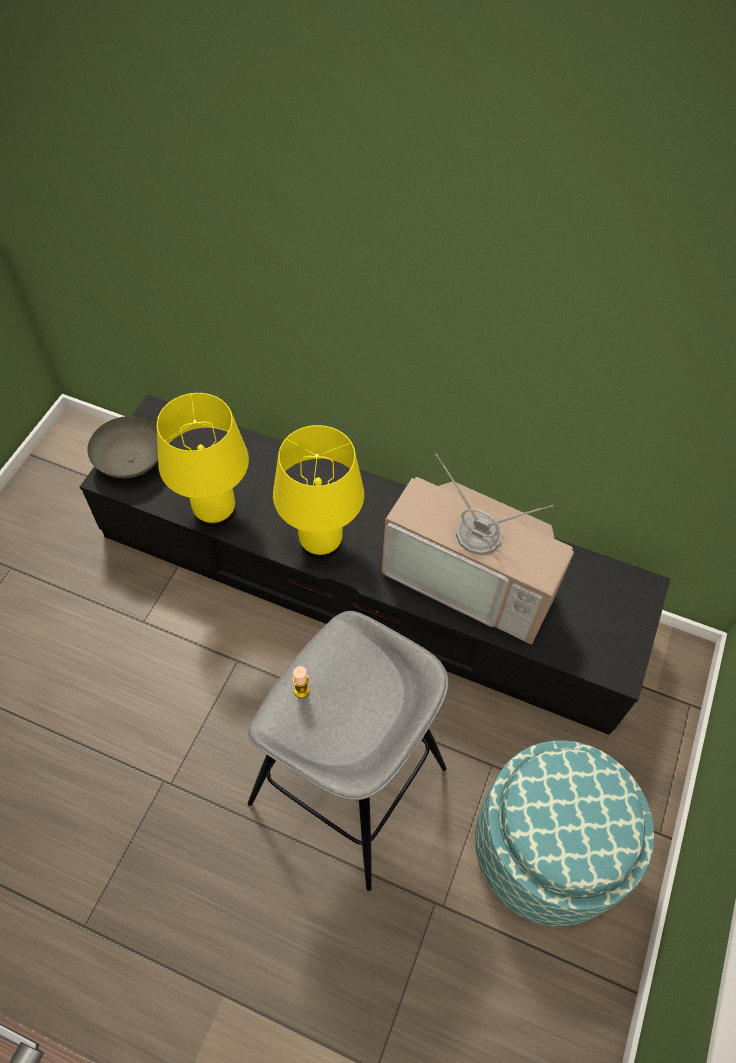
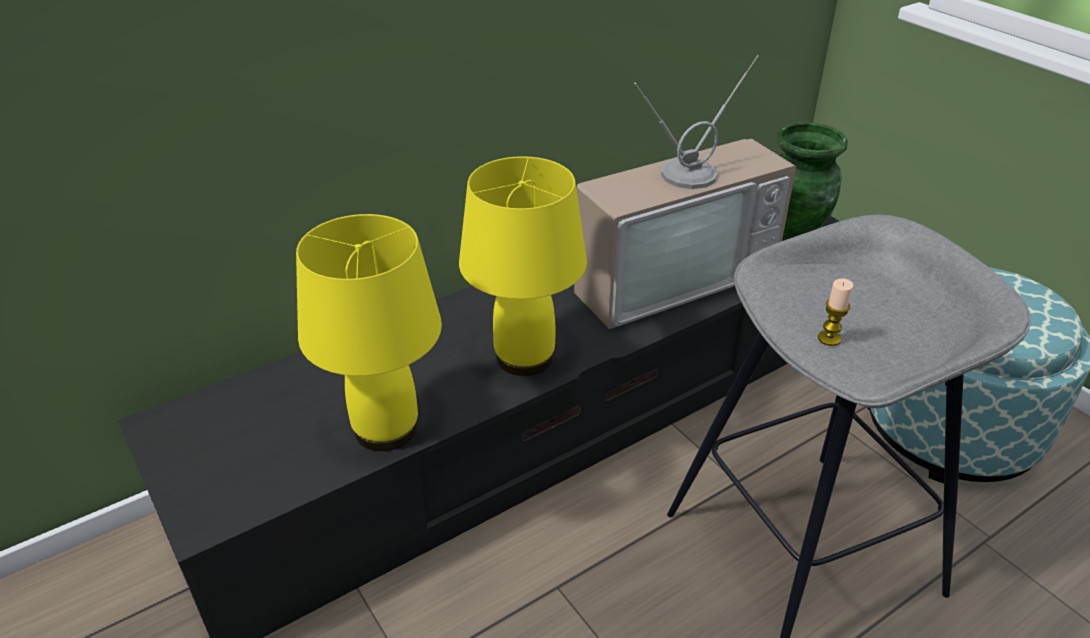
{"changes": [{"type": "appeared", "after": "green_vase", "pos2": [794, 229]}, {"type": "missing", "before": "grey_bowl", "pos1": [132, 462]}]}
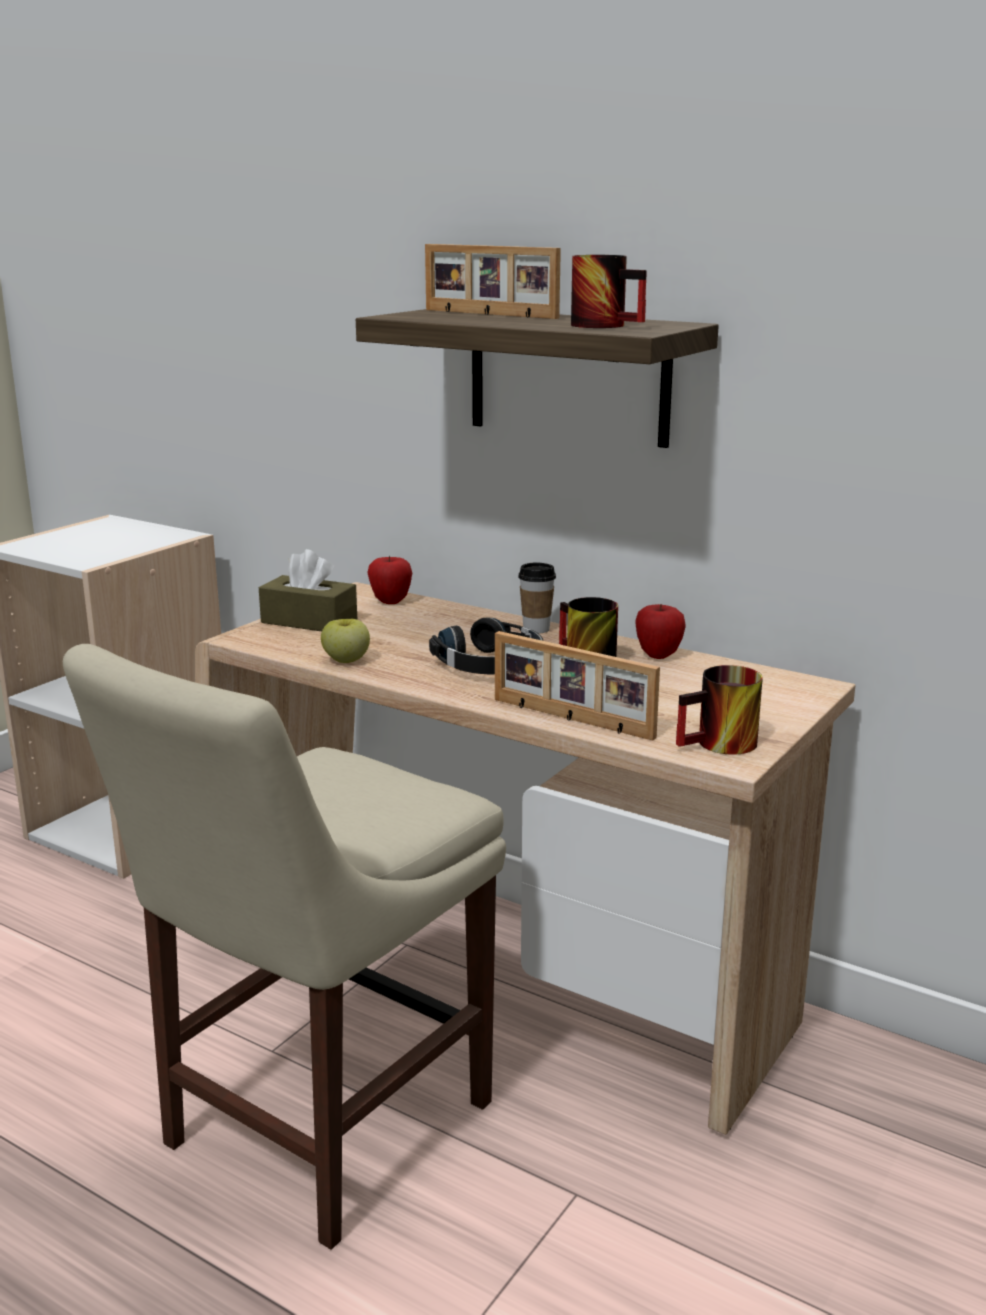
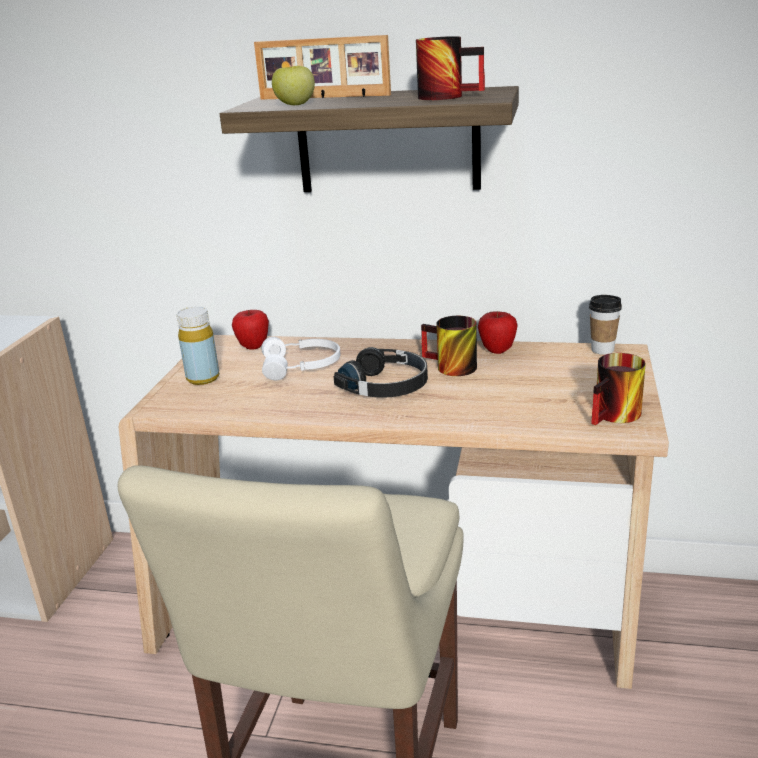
{"changes": [{"type": "exchanged", "before": "brown_tissue_box", "after": "yellow_bottle", "pos1": [309, 621], "pos2": [203, 378]}, {"type": "appeared", "after": "white_headphones", "pos2": [302, 366]}, {"type": "relocated", "before": "apple", "pos1": [346, 660], "pos2": [295, 104]}, {"type": "relocated", "before": "cup", "pos1": [536, 629], "pos2": [602, 350]}, {"type": "missing", "before": "picture_frame", "pos1": [571, 719]}]}
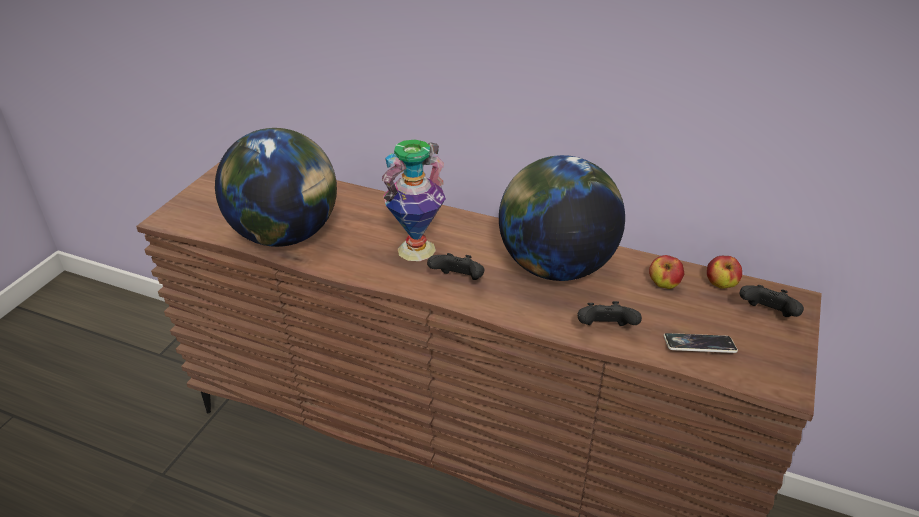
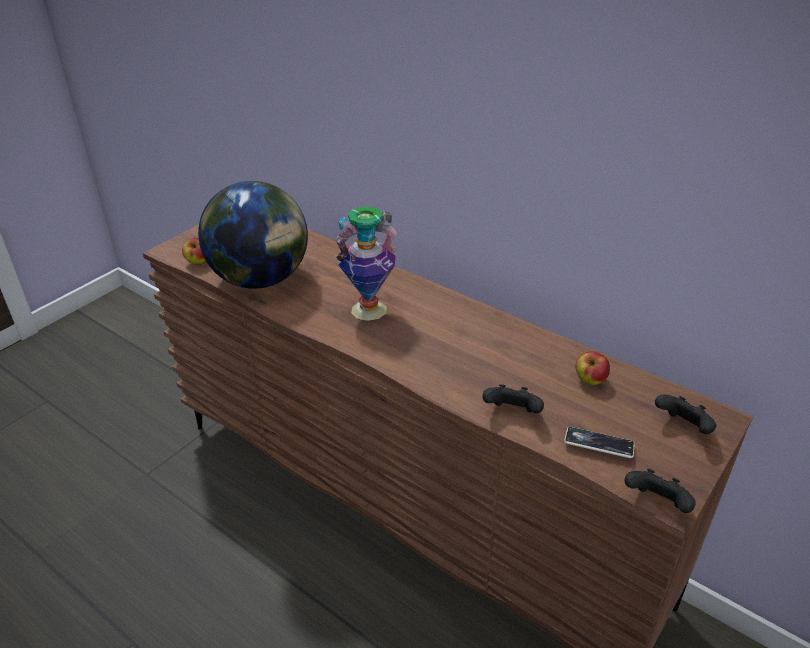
{"changes": [{"type": "relocated", "before": "apple", "pos1": [720, 285], "pos2": [198, 262]}, {"type": "relocated", "before": "black_game_controller", "pos1": [458, 280], "pos2": [657, 504]}, {"type": "missing", "before": "globe", "pos1": [555, 266]}]}
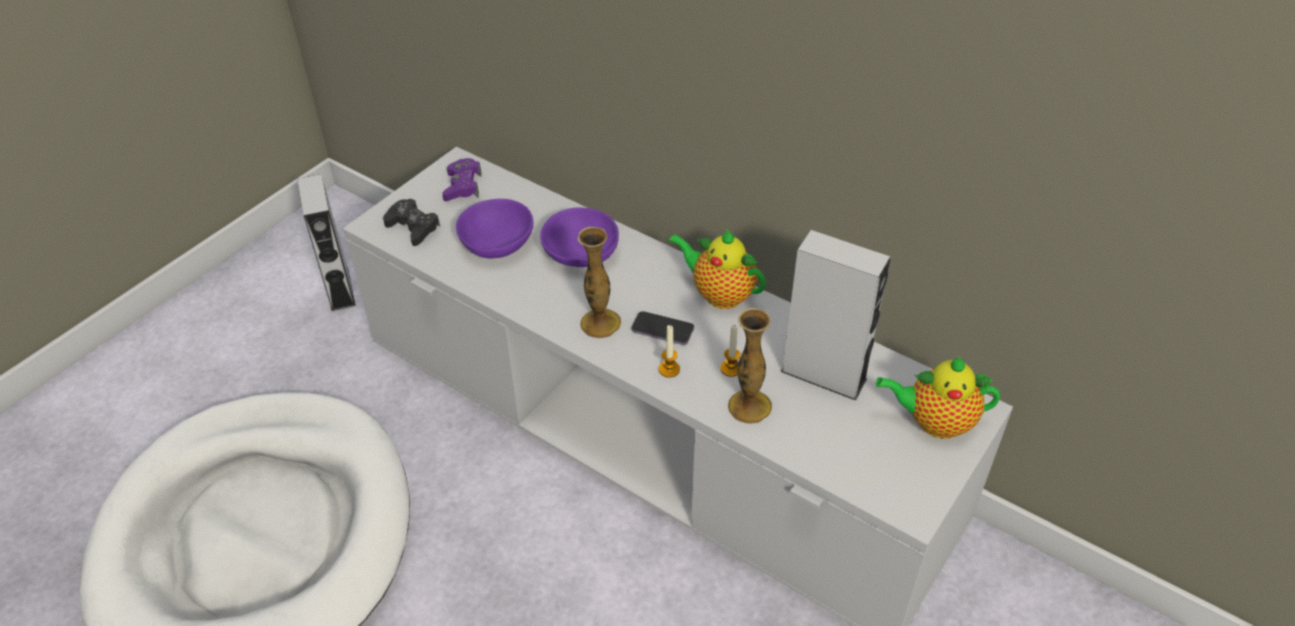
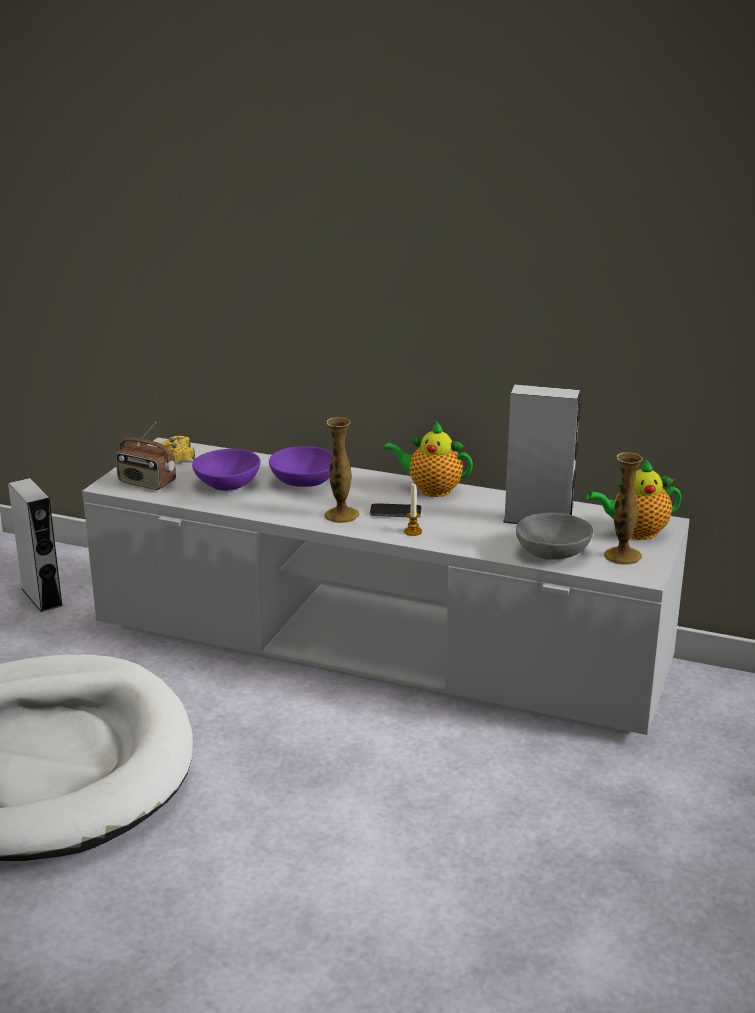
{"changes": [{"type": "exchanged", "before": "black_game_controller", "after": "radio", "pos1": [413, 227], "pos2": [146, 483]}, {"type": "colour", "before": "purple_game_controller", "after": "yellow_game_controller", "pos1": [462, 186], "pos2": [177, 457]}, {"type": "appeared", "after": "grey_bowl", "pos2": [552, 552]}, {"type": "relocated", "before": "vase", "pos1": [749, 406], "pos2": [622, 556]}, {"type": "missing", "before": "candle", "pos1": [731, 368]}]}
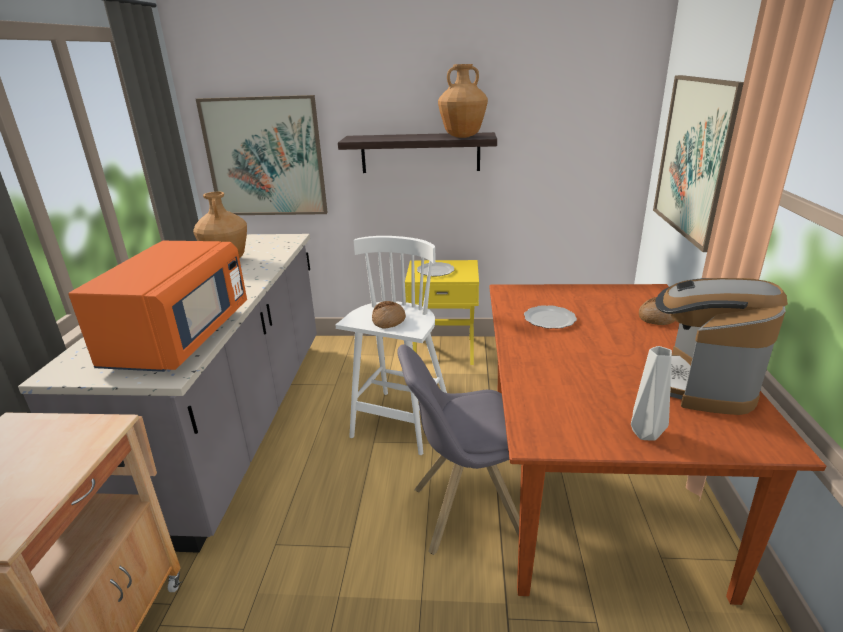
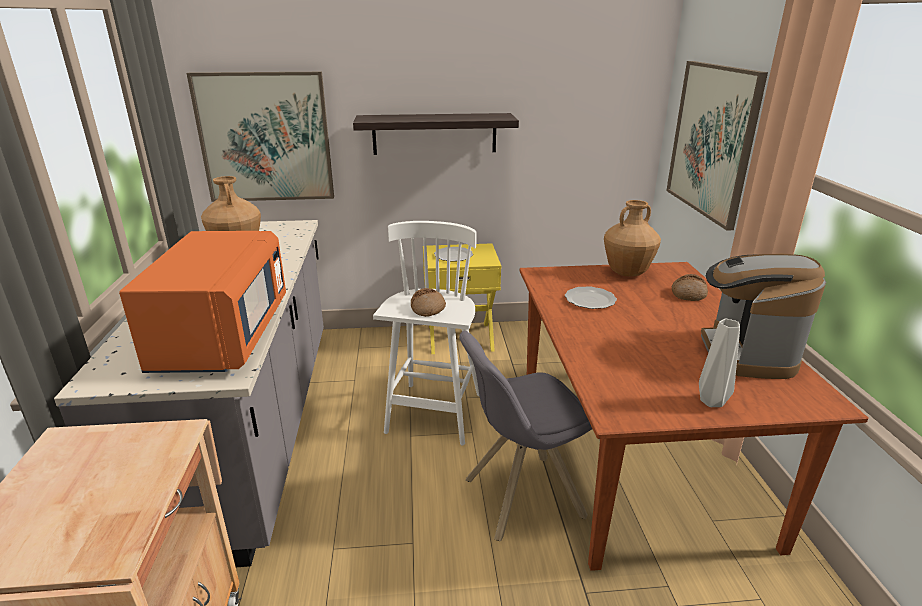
{"changes": [{"type": "relocated", "before": "brown_vase", "pos1": [462, 136], "pos2": [627, 273]}]}
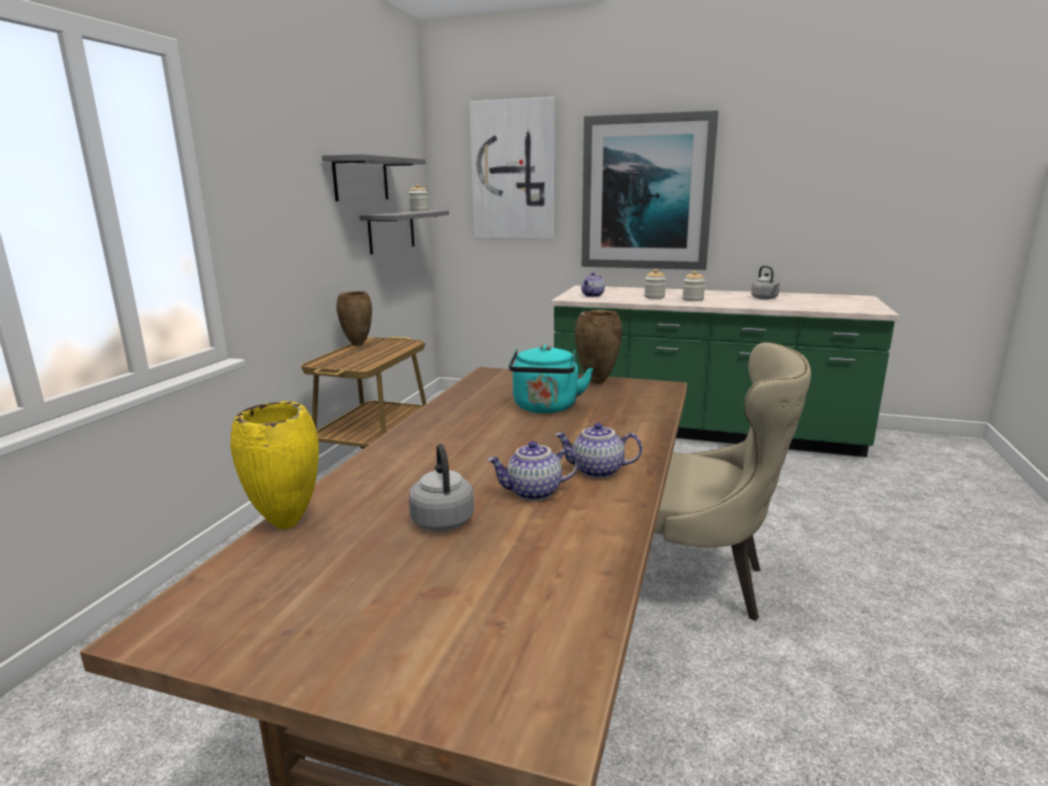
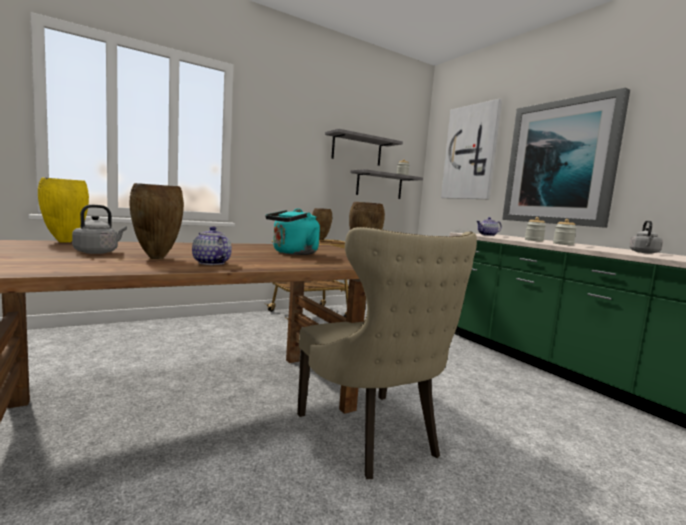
{"changes": [{"type": "exchanged", "before": "teapot", "after": "brown_vase", "pos1": [533, 493], "pos2": [156, 258]}]}
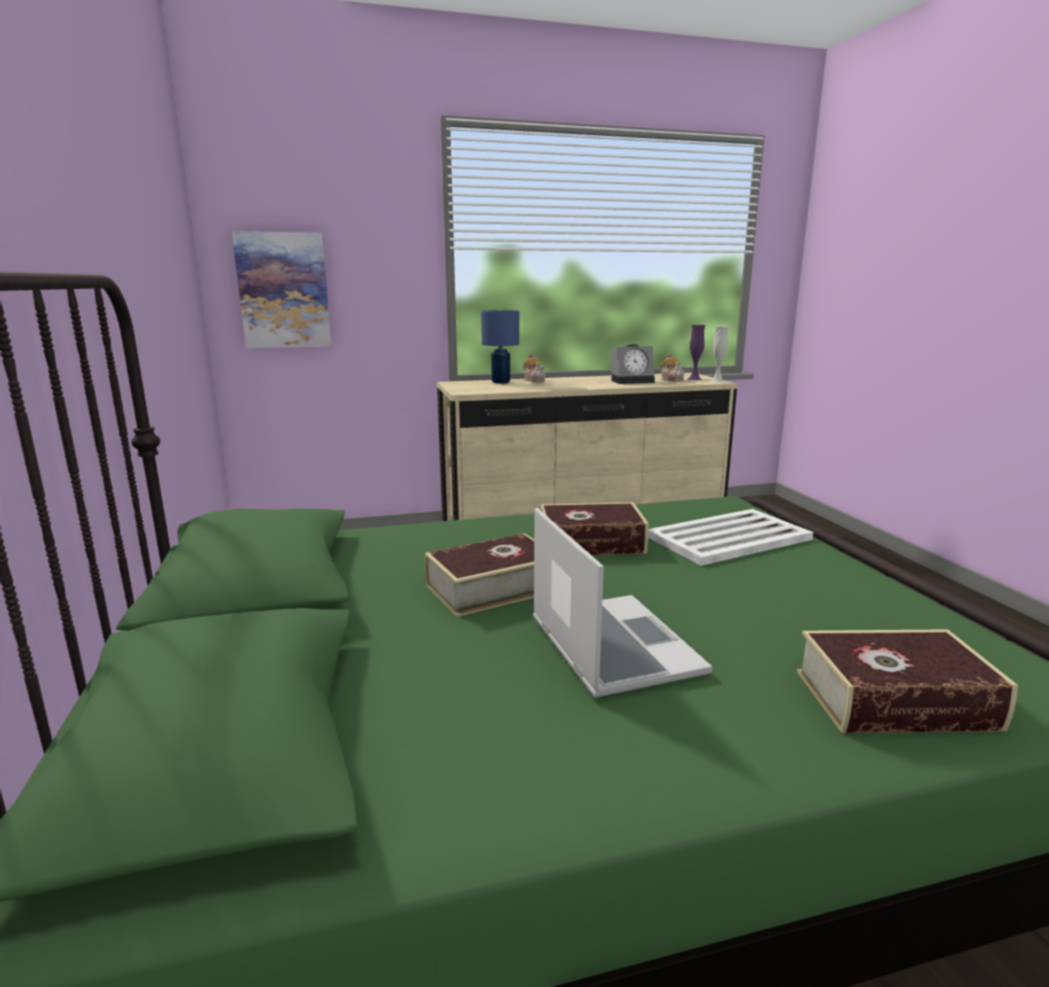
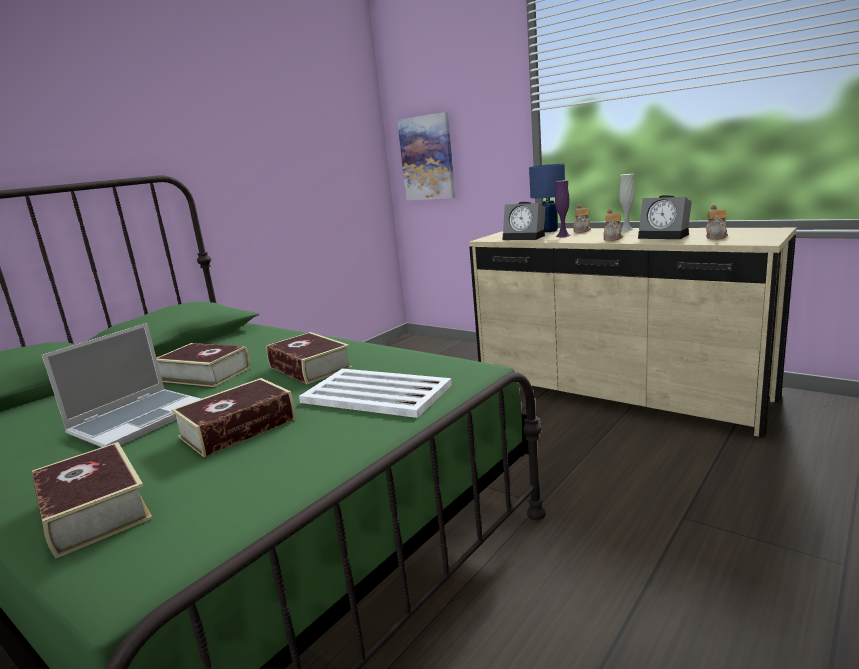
{"changes": [{"type": "appeared", "after": "book", "pos2": [238, 428]}, {"type": "appeared", "after": "alarm_clock", "pos2": [525, 237]}, {"type": "relocated", "before": "purple_vase", "pos1": [694, 379], "pos2": [563, 236]}, {"type": "appeared", "after": "teapot", "pos2": [613, 238]}, {"type": "relocated", "before": "white_vase", "pos1": [717, 381], "pos2": [626, 230]}]}
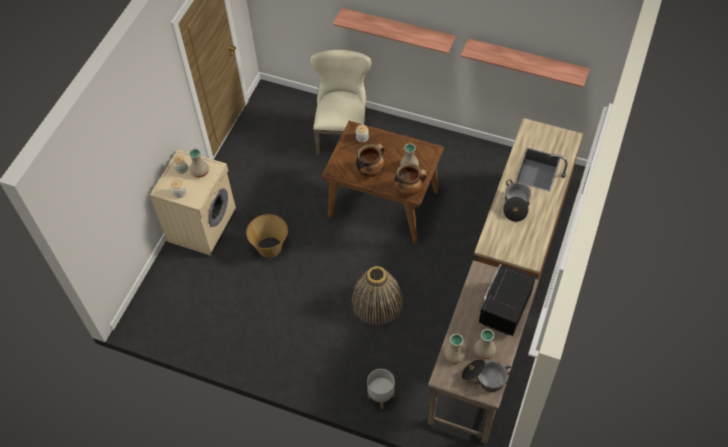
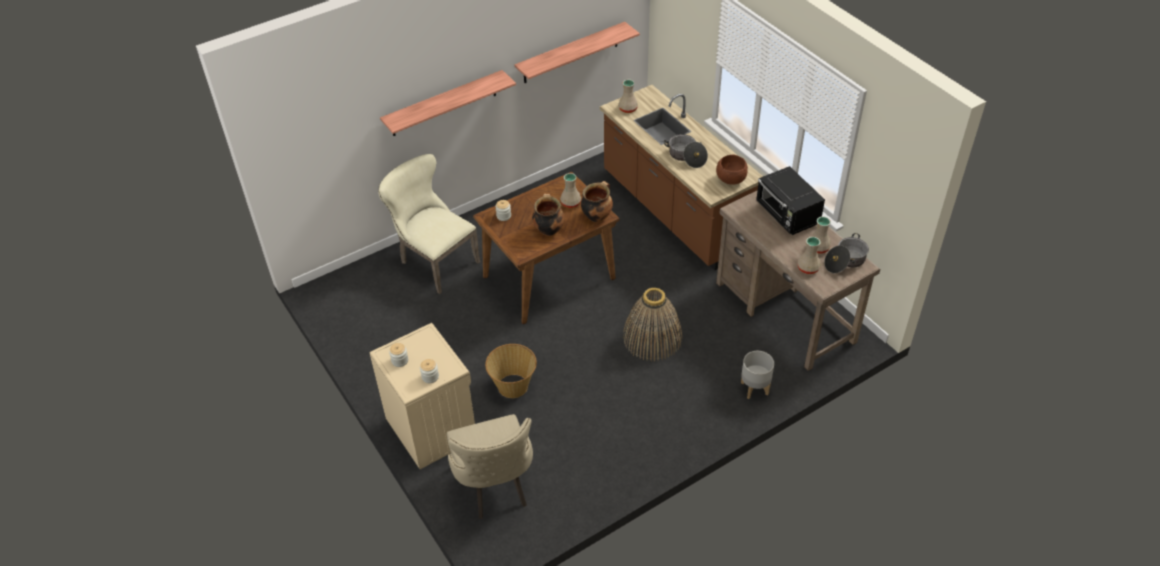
{"changes": [{"type": "appeared", "after": "beige_chair", "pos2": [495, 486]}, {"type": "relocated", "before": "beige_vase", "pos1": [199, 171], "pos2": [627, 109]}, {"type": "appeared", "after": "brown_bowl", "pos2": [730, 180]}]}
